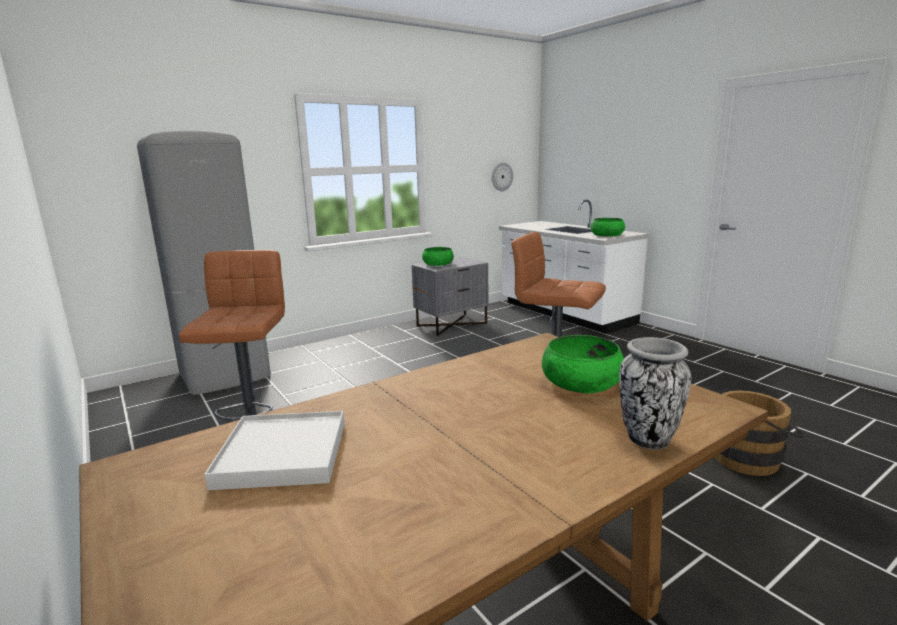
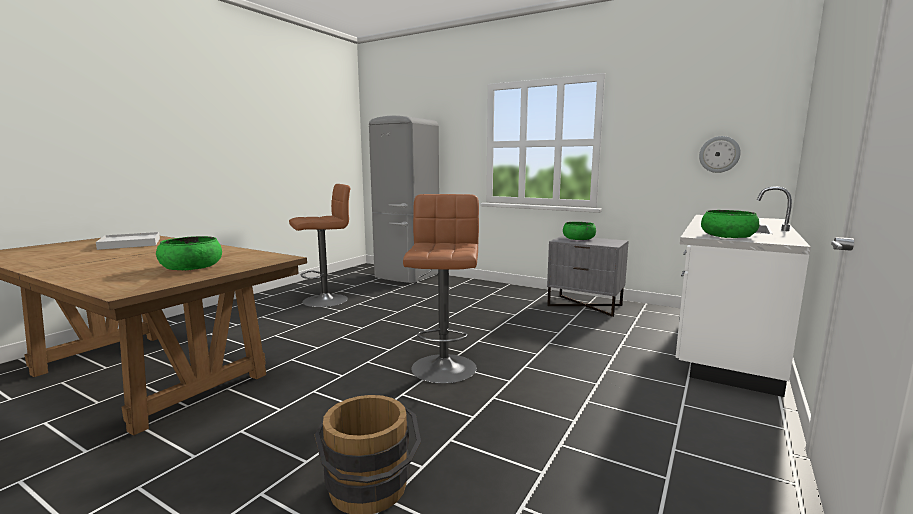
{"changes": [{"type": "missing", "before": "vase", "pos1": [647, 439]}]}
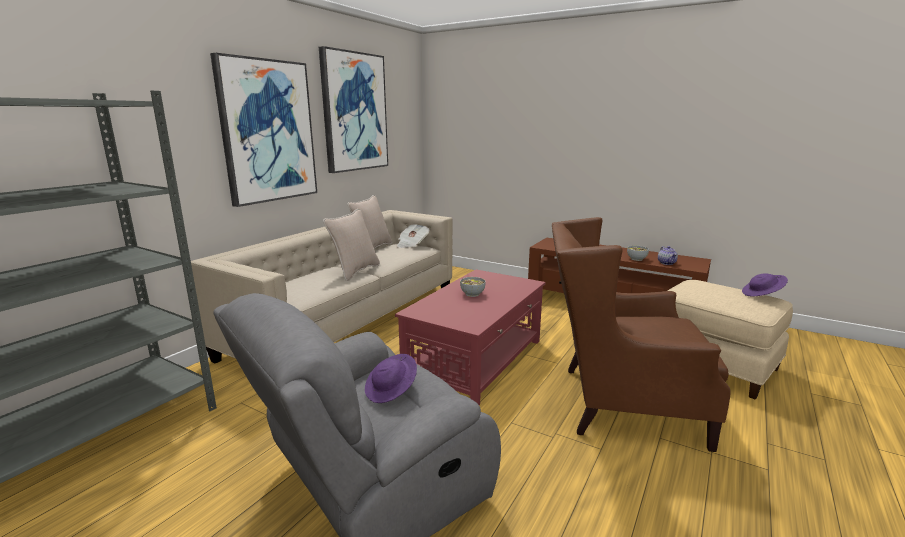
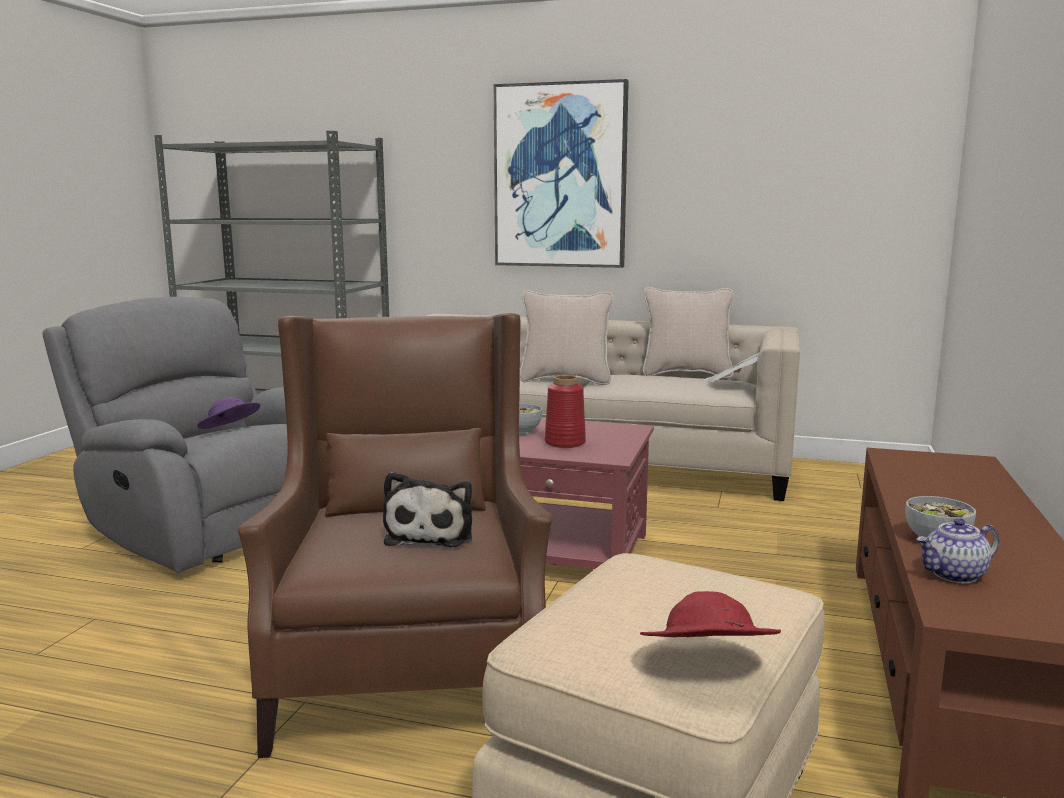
{"changes": [{"type": "appeared", "after": "plush_toy", "pos2": [431, 534]}, {"type": "appeared", "after": "red_vase", "pos2": [564, 443]}, {"type": "colour", "before": "purple_hat", "after": "red_hat", "pos1": [762, 295], "pos2": [707, 664]}, {"type": "missing", "before": "picture", "pos1": [354, 112]}]}
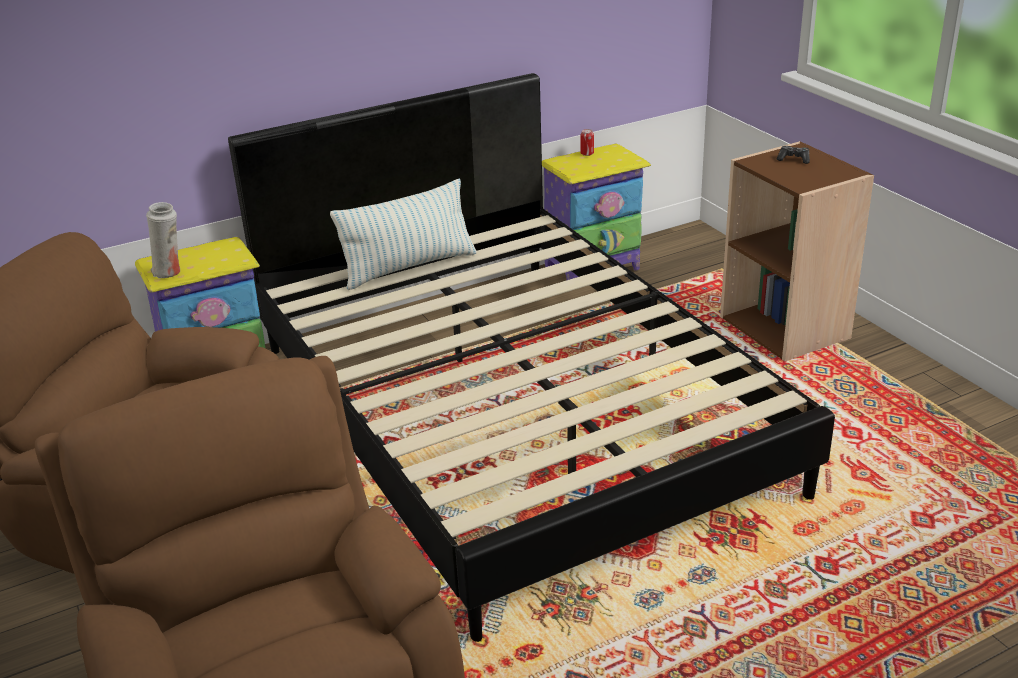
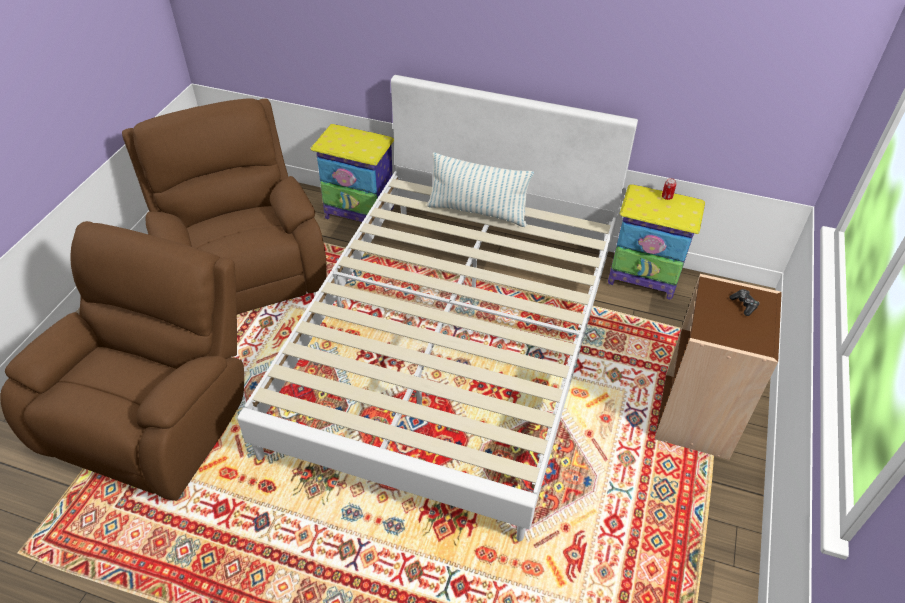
{"changes": [{"type": "colour", "before": "black_bed", "after": "white_bed", "pos1": [513, 414], "pos2": [453, 345]}, {"type": "missing", "before": "white_vase", "pos1": [170, 272]}]}
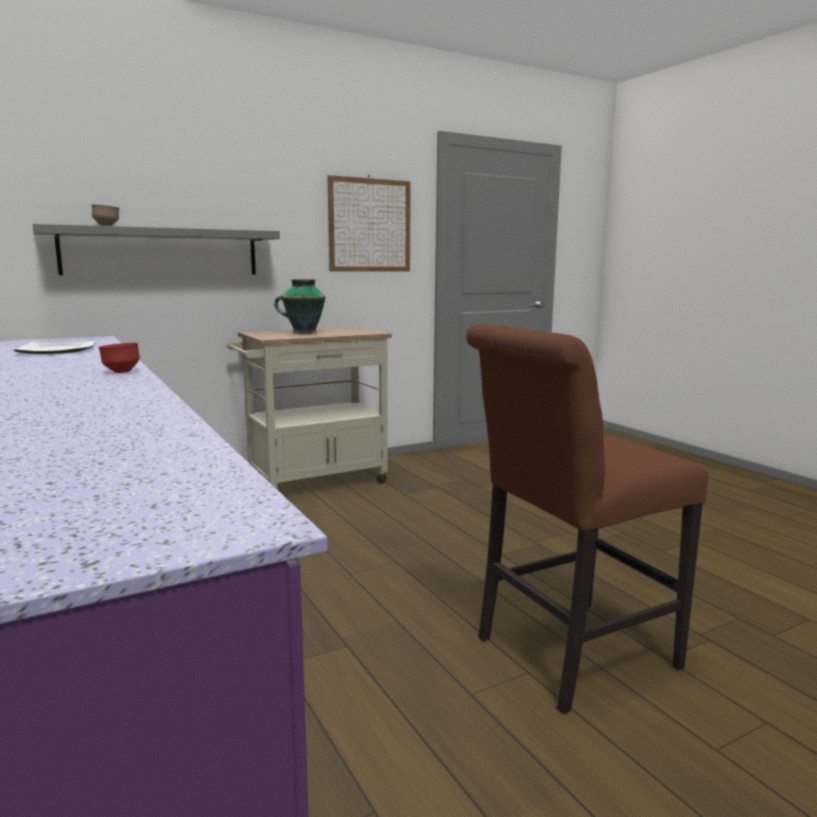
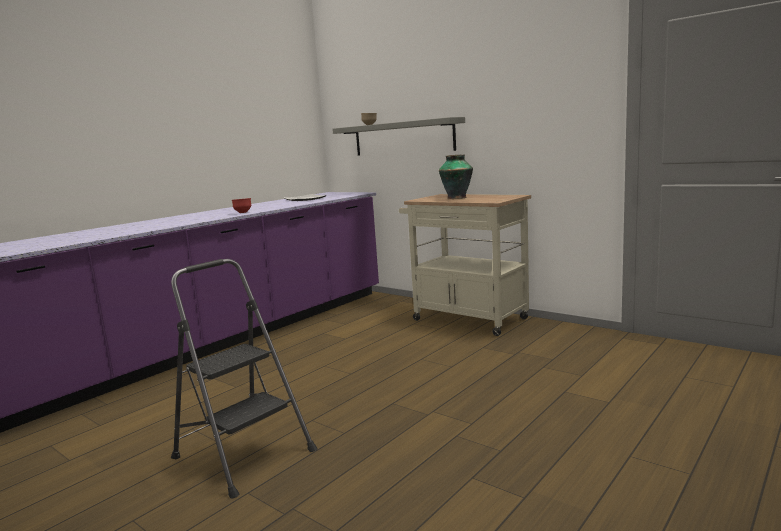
{"changes": [{"type": "exchanged", "before": "brown_stool", "after": "black_step_ladder", "pos1": [566, 655], "pos2": [241, 451]}, {"type": "missing", "before": "picture", "pos1": [369, 224]}]}
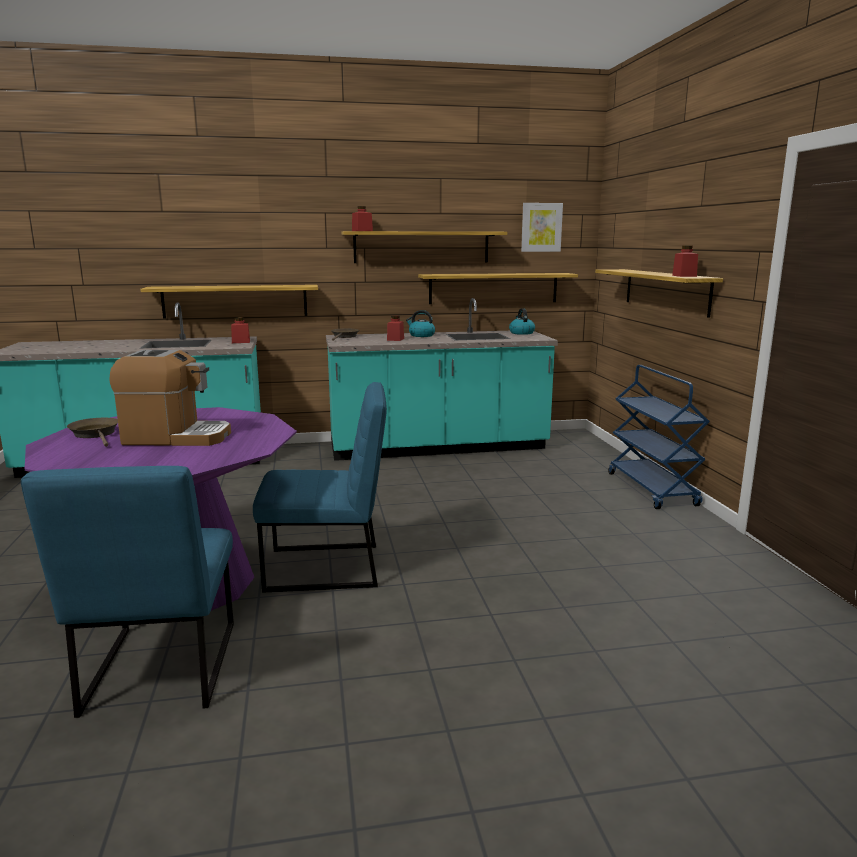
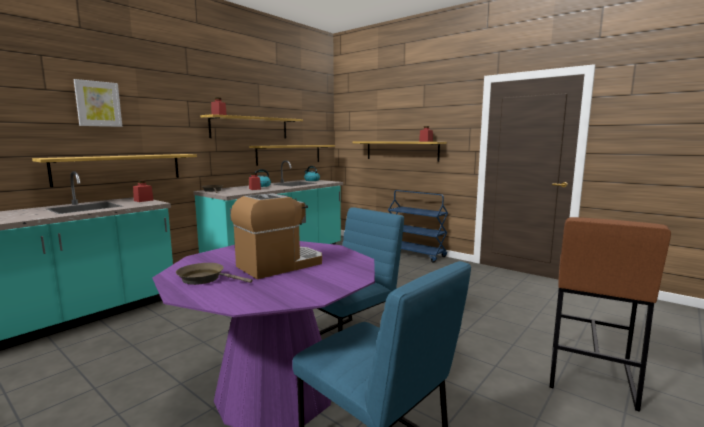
{"changes": [{"type": "relocated", "before": "picture", "pos1": [541, 227], "pos2": [98, 104]}, {"type": "appeared", "after": "brown_stool", "pos2": [590, 377]}]}
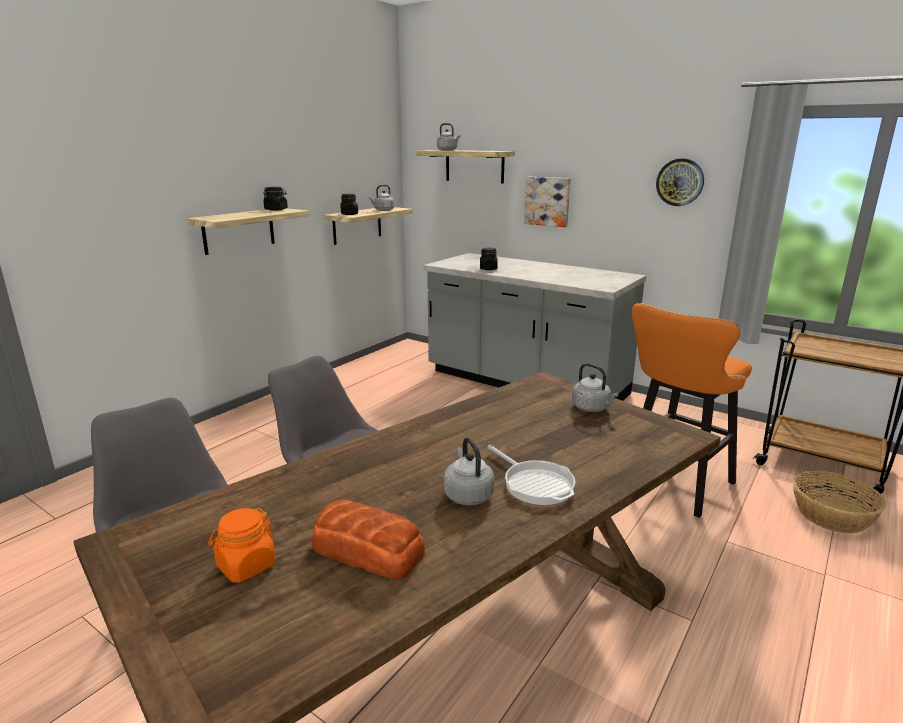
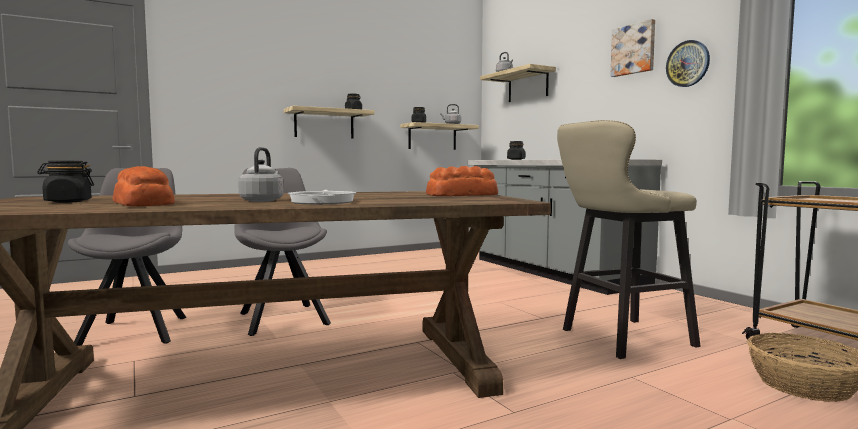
{"changes": [{"type": "colour", "before": "orange_jar", "after": "black_jar", "pos1": [246, 566], "pos2": [68, 201]}, {"type": "exchanged", "before": "grey_kettle", "after": "bread", "pos1": [592, 408], "pos2": [463, 195]}, {"type": "colour", "before": "orange_stool", "after": "beige_stool", "pos1": [672, 488], "pos2": [615, 339]}, {"type": "relocated", "before": "picture", "pos1": [547, 201], "pos2": [633, 49]}]}
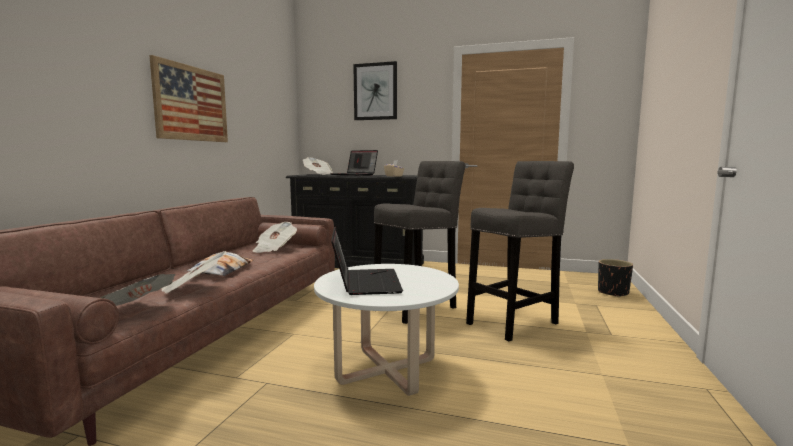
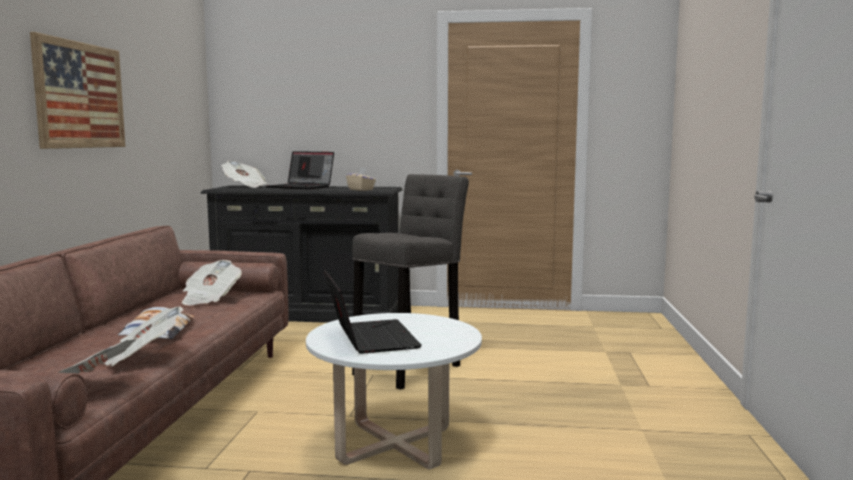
{"changes": [{"type": "missing", "before": "picture", "pos1": [375, 91]}, {"type": "missing", "before": "grey_stool", "pos1": [515, 322]}, {"type": "missing", "before": "black_planter", "pos1": [613, 292]}]}
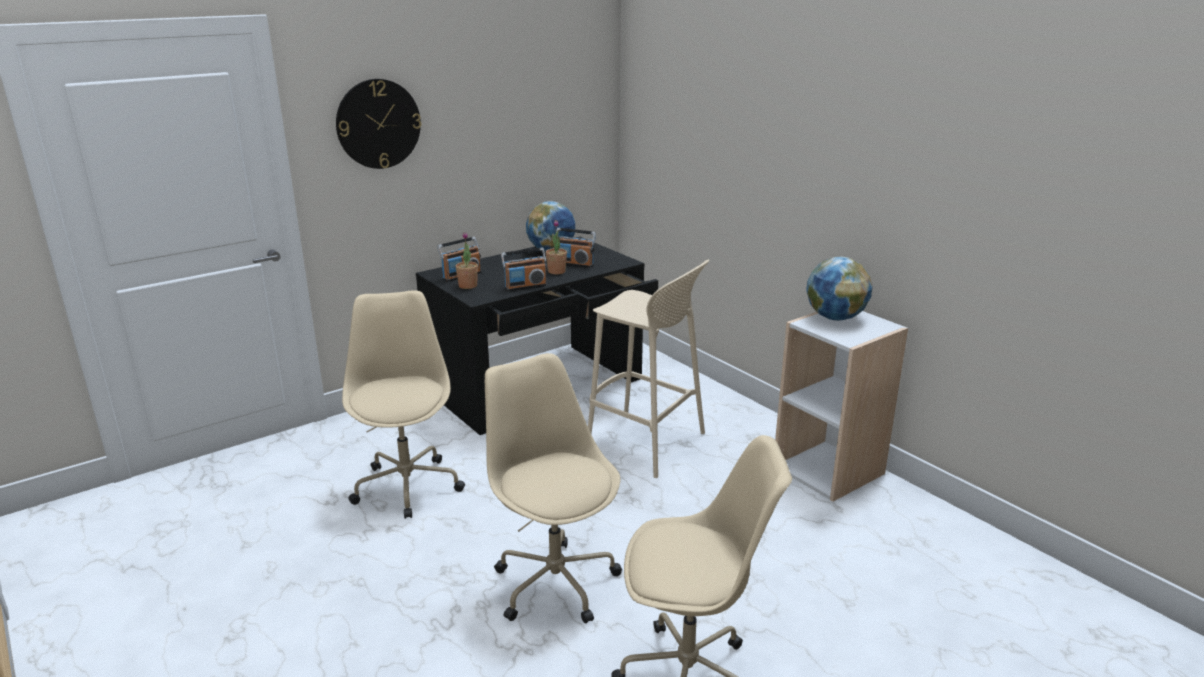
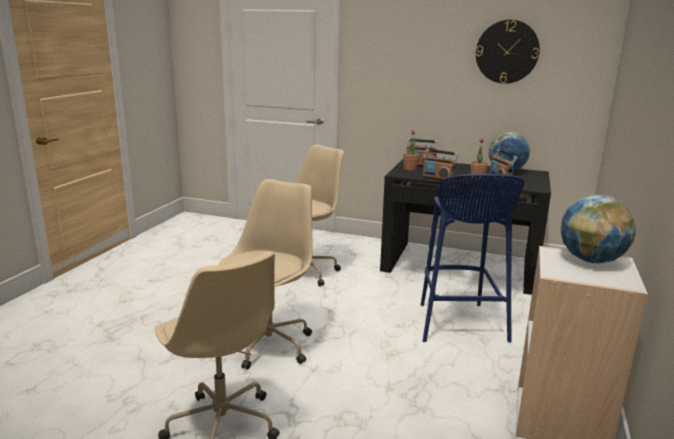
{"changes": [{"type": "colour", "before": "beige_stool", "after": "blue_stool", "pos1": [646, 443], "pos2": [458, 324]}, {"type": "relocated", "before": "wall_clock", "pos1": [378, 124], "pos2": [507, 52]}]}
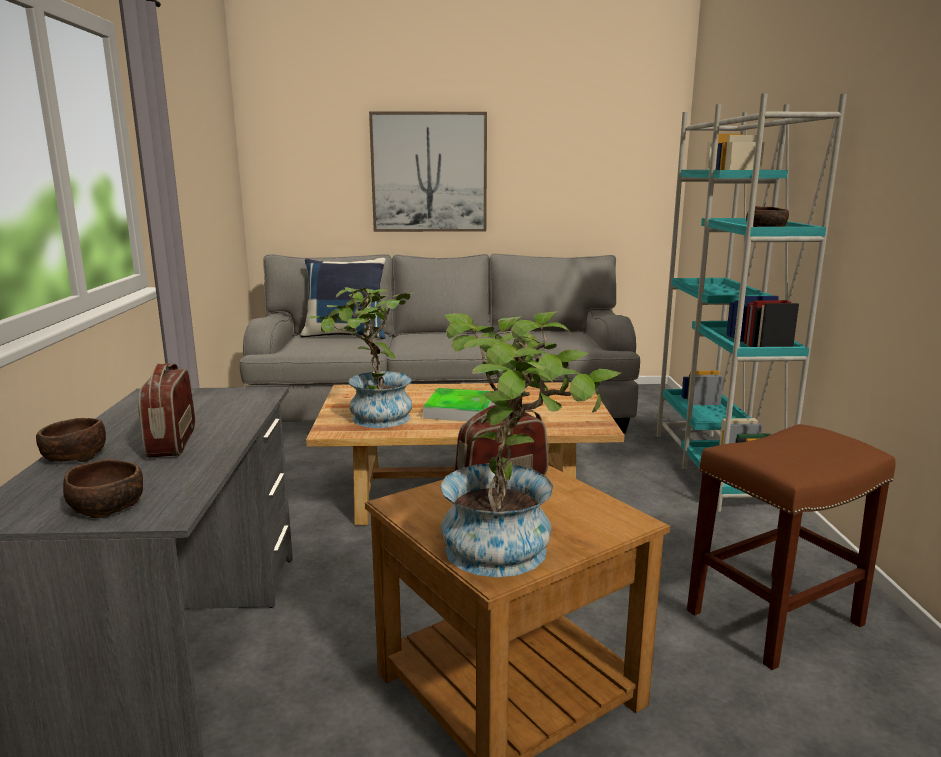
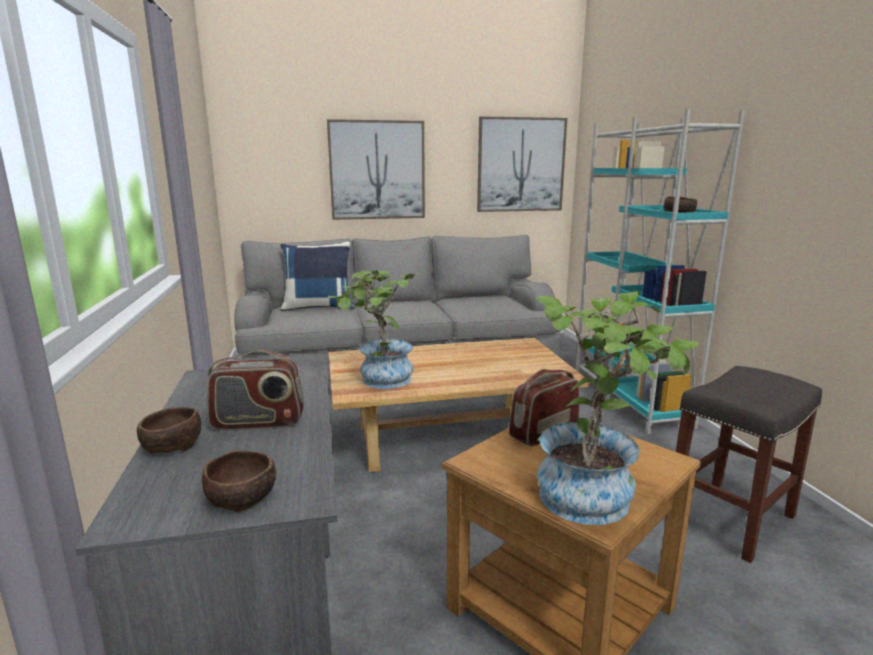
{"changes": [{"type": "spun", "before": "radio", "pos1": [171, 442], "pos2": [258, 423], "turn": -75}, {"type": "appeared", "after": "picture", "pos2": [521, 165]}, {"type": "colour", "before": "brown_stool", "after": "grey_stool", "pos1": [775, 616], "pos2": [730, 517]}, {"type": "missing", "before": "tray", "pos1": [460, 410]}]}
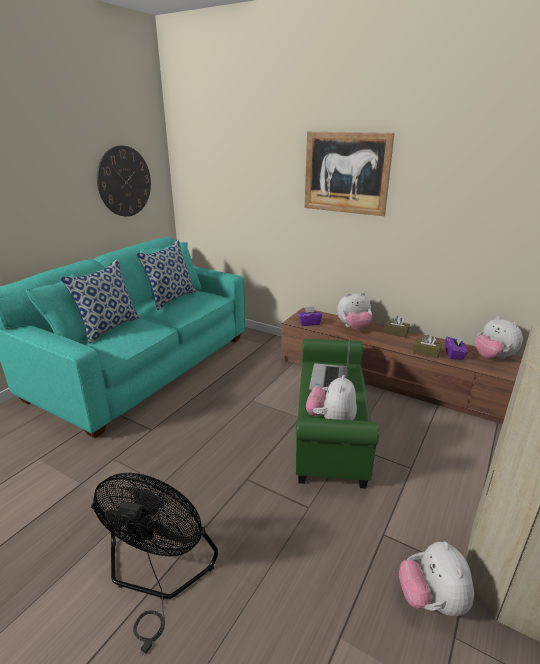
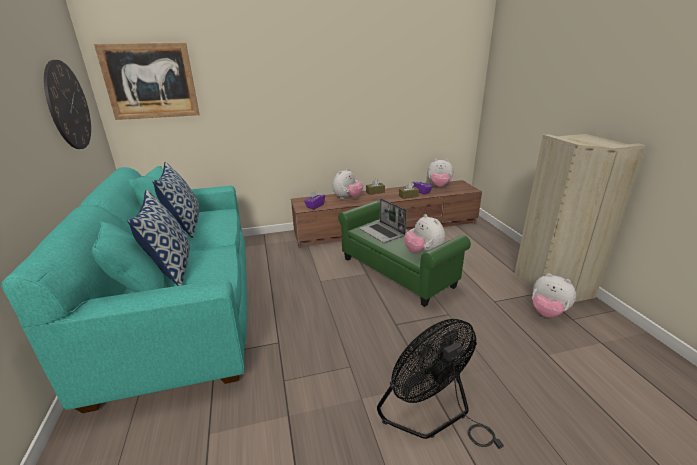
{"changes": [{"type": "relocated", "before": "picture", "pos1": [346, 173], "pos2": [150, 81]}]}
